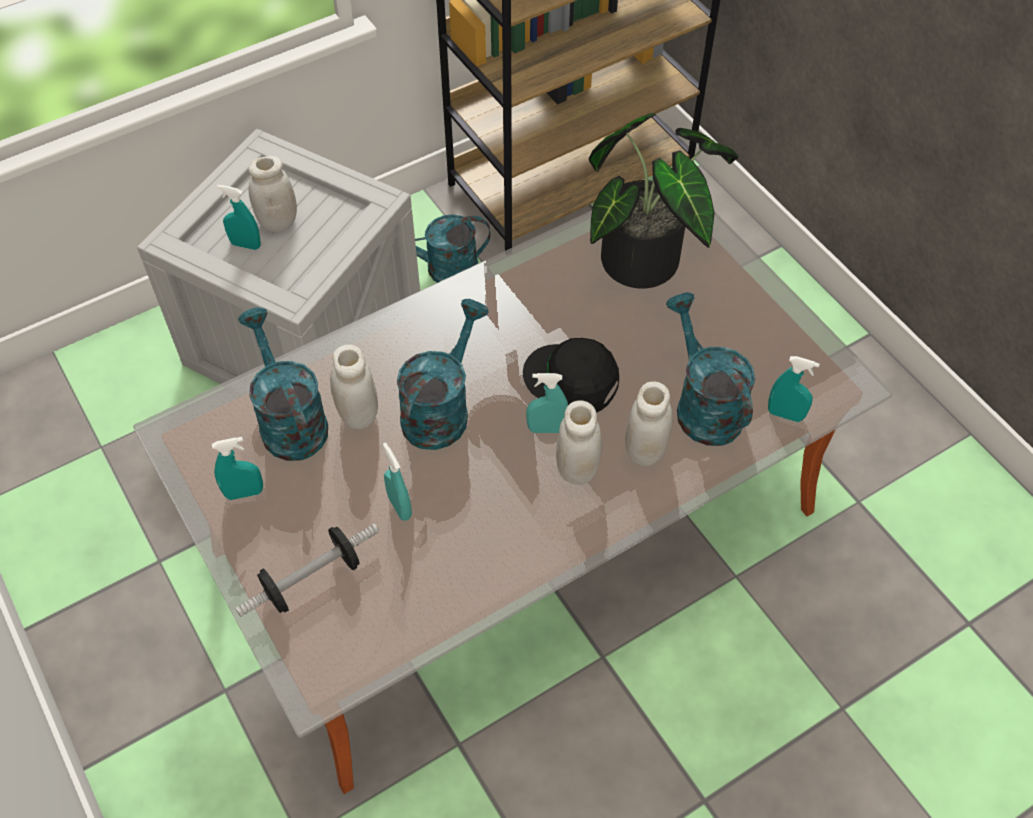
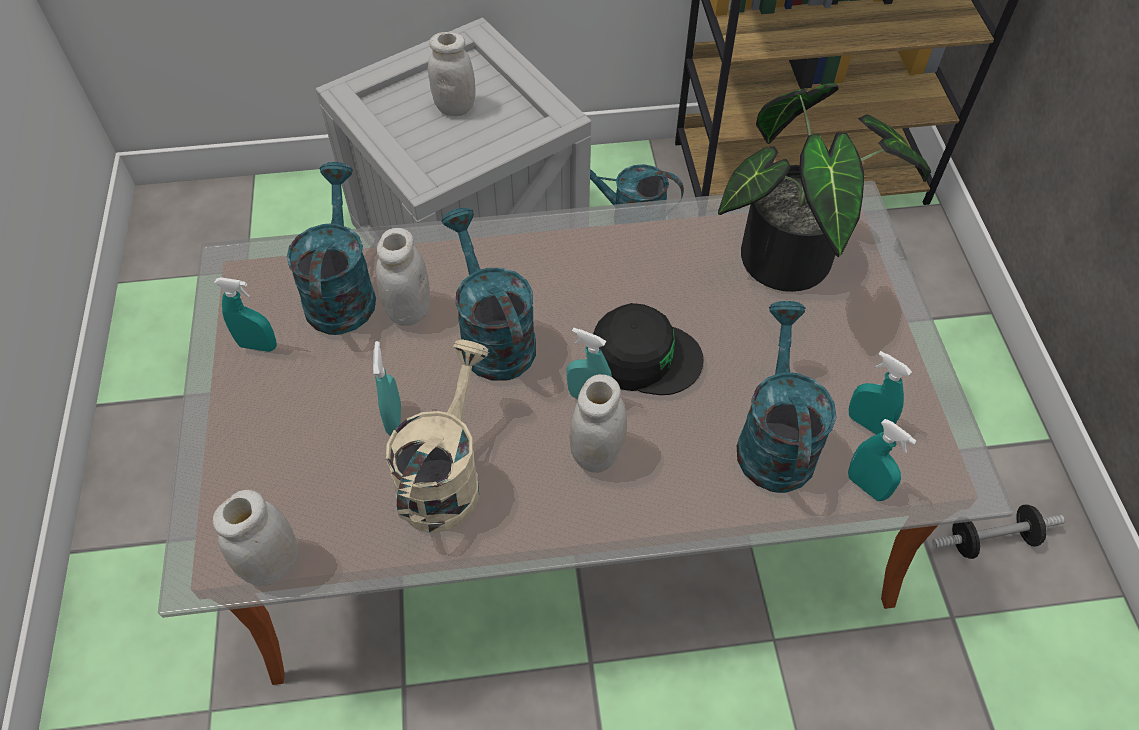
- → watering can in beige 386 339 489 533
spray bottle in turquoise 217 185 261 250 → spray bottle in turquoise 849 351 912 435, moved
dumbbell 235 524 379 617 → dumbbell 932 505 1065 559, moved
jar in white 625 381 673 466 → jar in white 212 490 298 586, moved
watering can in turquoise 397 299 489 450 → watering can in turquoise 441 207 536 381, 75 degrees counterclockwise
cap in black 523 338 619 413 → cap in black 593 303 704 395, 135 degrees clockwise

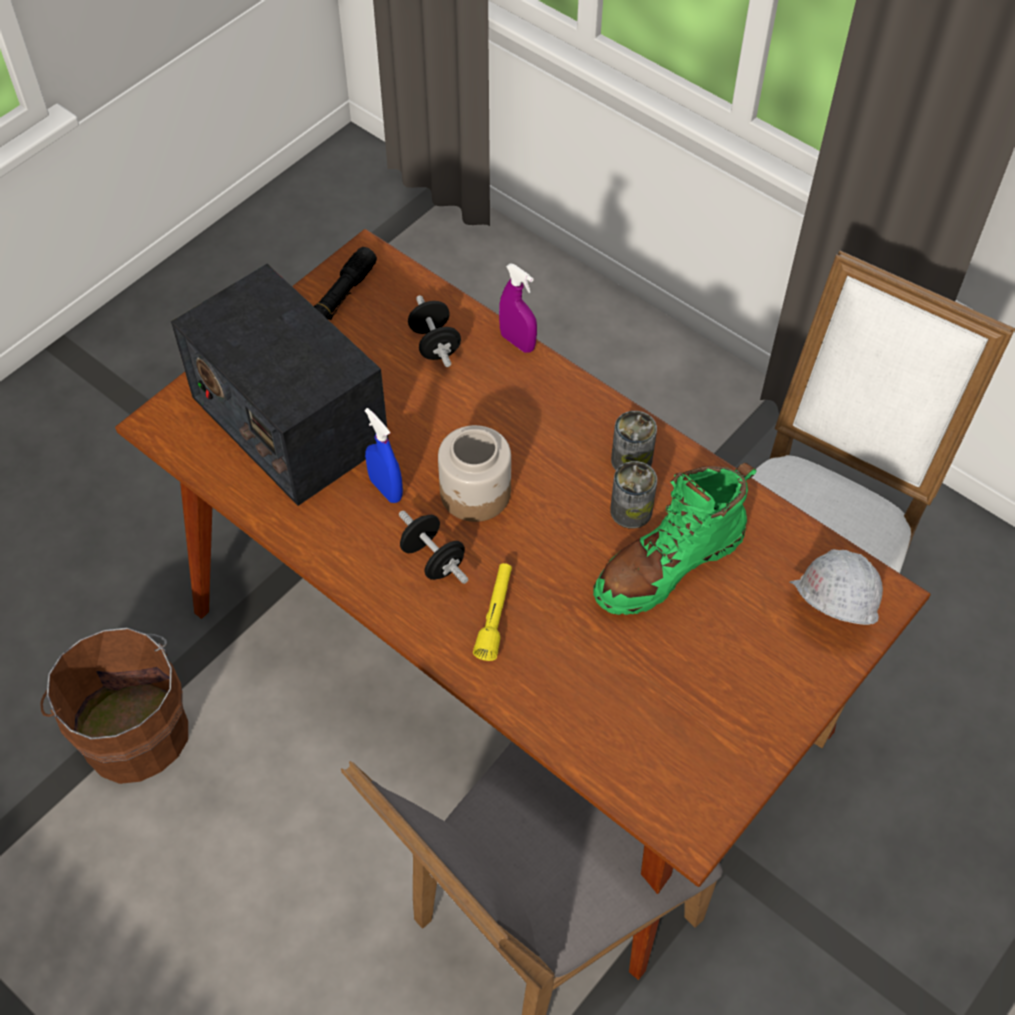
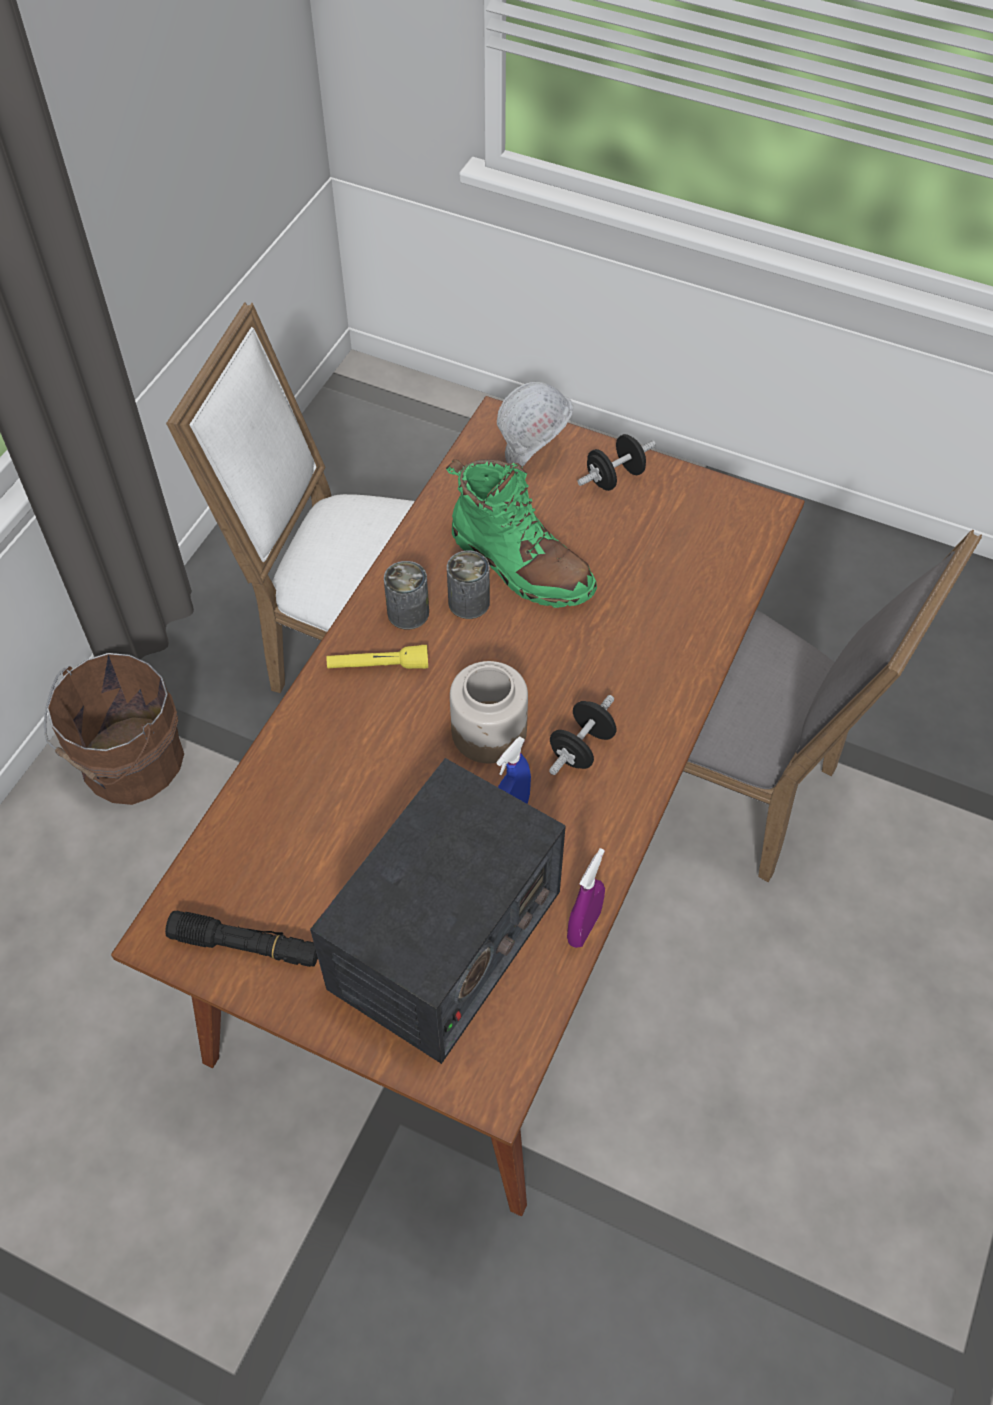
bucket in brown 40 628 188 784 → bucket in brown 44 653 184 805, moved
dumbbell in black 408 295 461 367 → dumbbell in black 577 434 656 491, moved
flashlight in yellow 473 563 512 661 → flashlight in yellow 327 645 428 669, moved
spray bottle in purple 499 263 537 353 → spray bottle in purple 567 848 605 948, moved

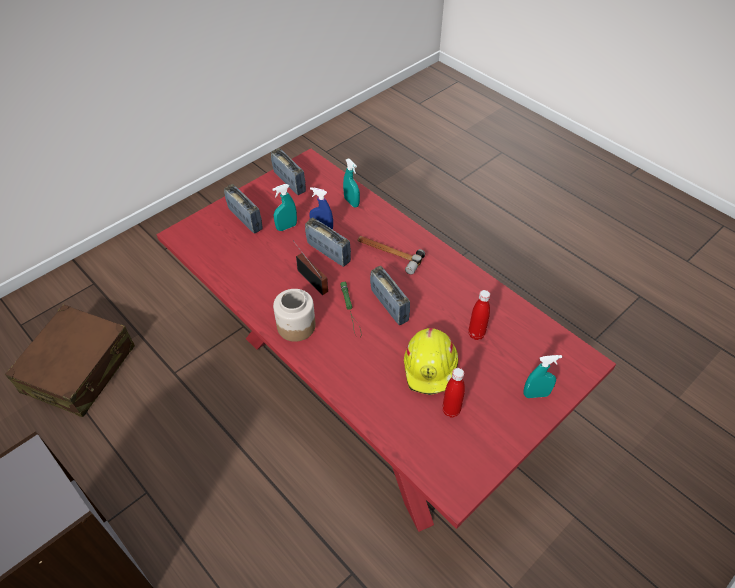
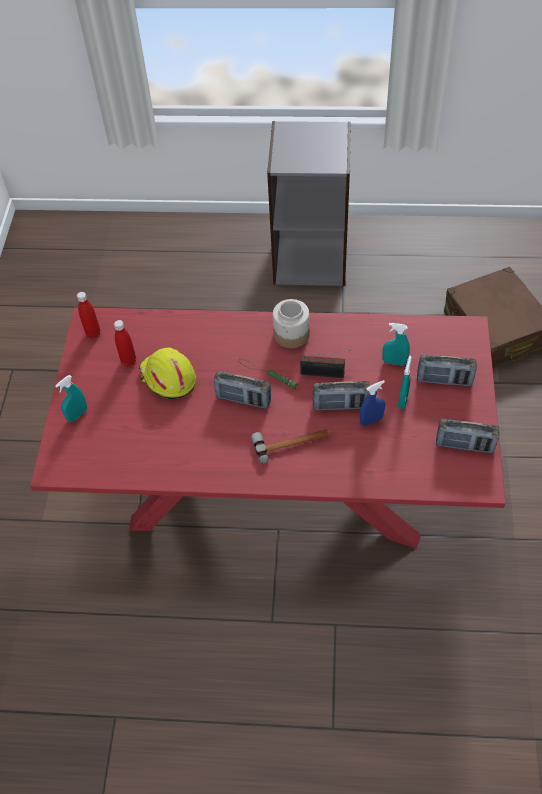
spray bottle in turquoise 343 158 360 207 → spray bottle in turquoise 382 323 410 366, moved
bottle in red 468 290 490 340 → bottle in red 77 292 100 338, moved

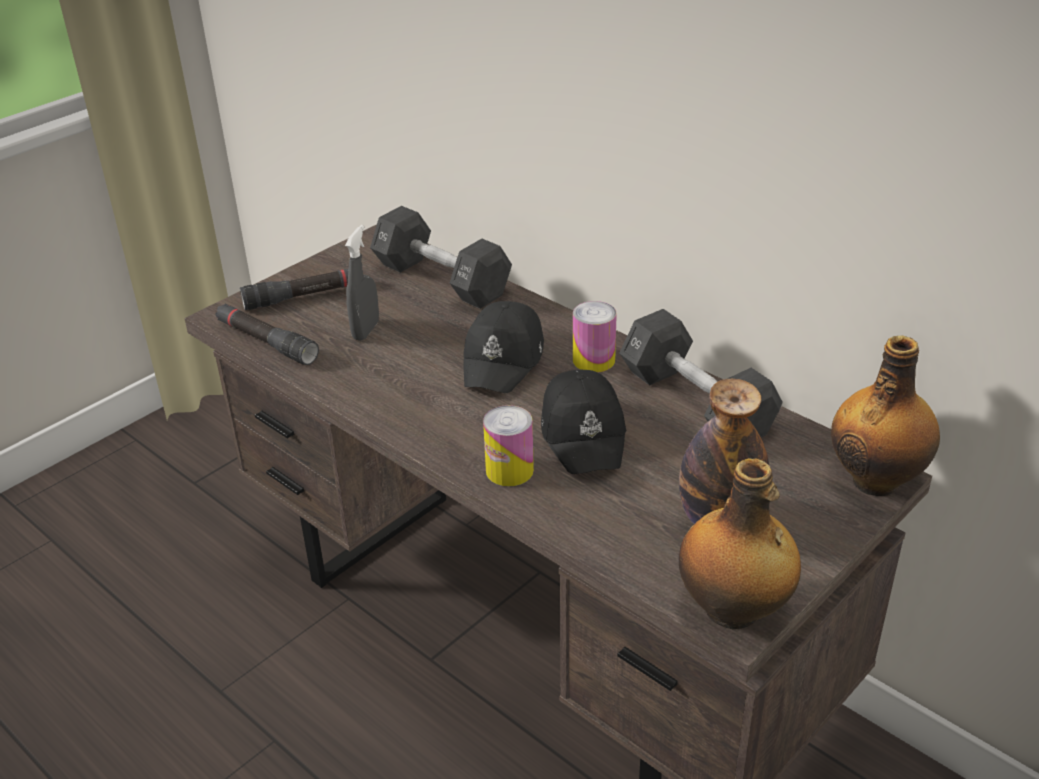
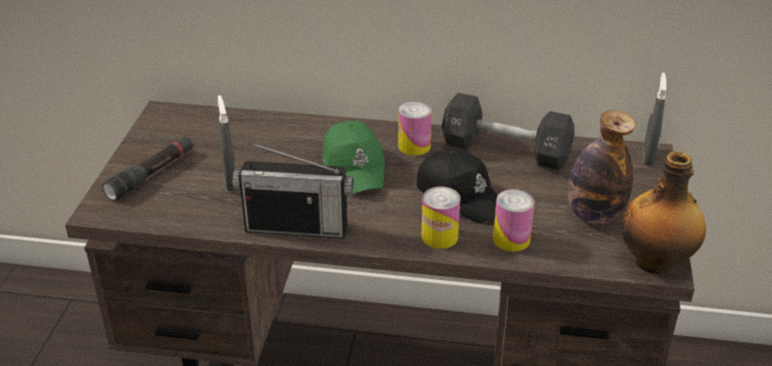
flashlight in black 216 304 319 365 → -
dumbbell in black 370 206 512 309 → -
- → radio 233 142 353 239
- → can 493 189 535 252
bottle 831 335 940 496 → spray bottle in grey 643 73 667 166
cap in black 463 301 544 393 → cap in green 322 121 385 194

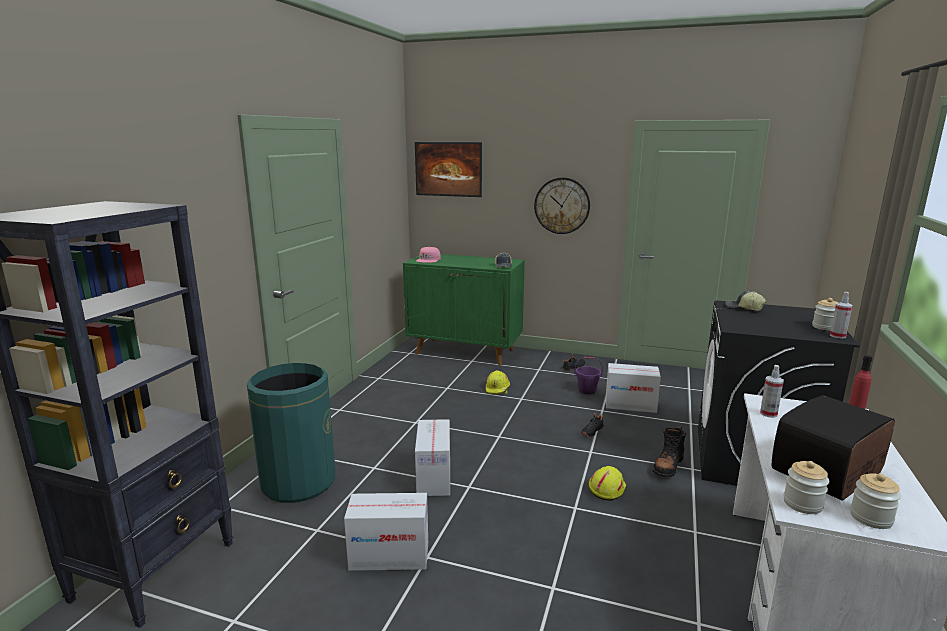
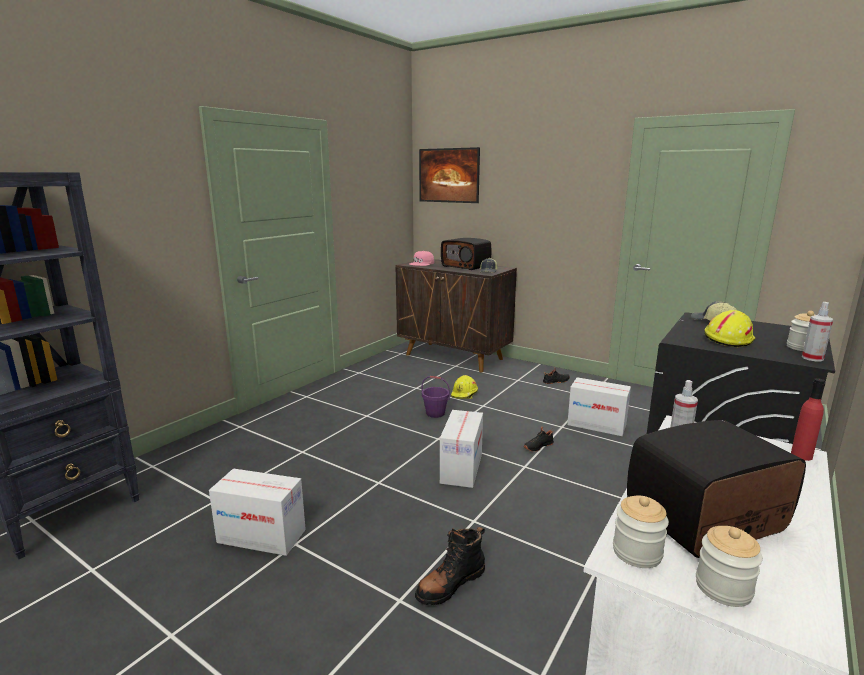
trash can in green 247 363 336 503 → -
wall clock 534 177 590 234 → -
- → radio 441 238 491 270
cardboard box 415 419 450 496 → cardboard box 440 410 483 488, moved
bucket in purple 574 357 603 394 → bucket in purple 422 376 450 418, moved
hard hat in yellow 589 466 626 501 → hard hat in yellow 705 310 756 347, moved
boot in black 653 426 686 477 → boot in black 415 527 485 605, moved
cabinet in green 403 254 525 365 → cabinet in brown 395 259 517 372

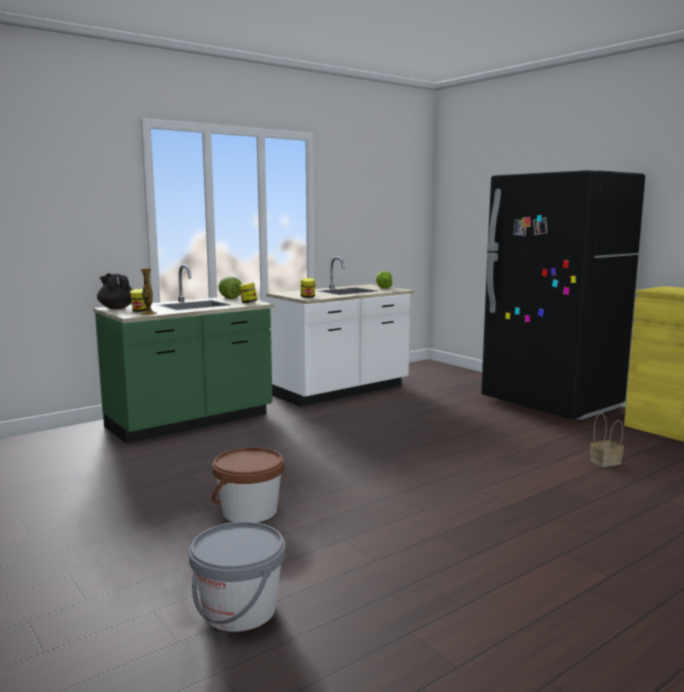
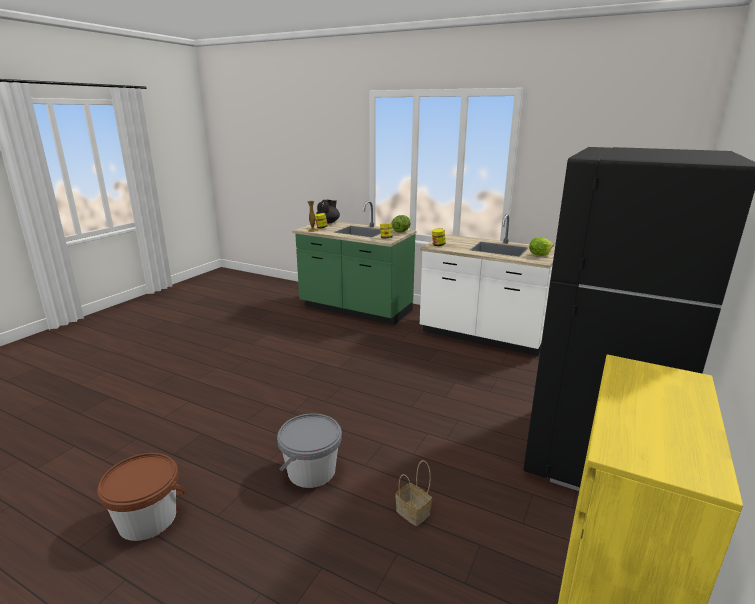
bucket in grey 189 522 286 632 → bucket in grey 277 414 342 488, moved
bucket in brown 212 447 285 523 → bucket in brown 97 453 185 541, moved

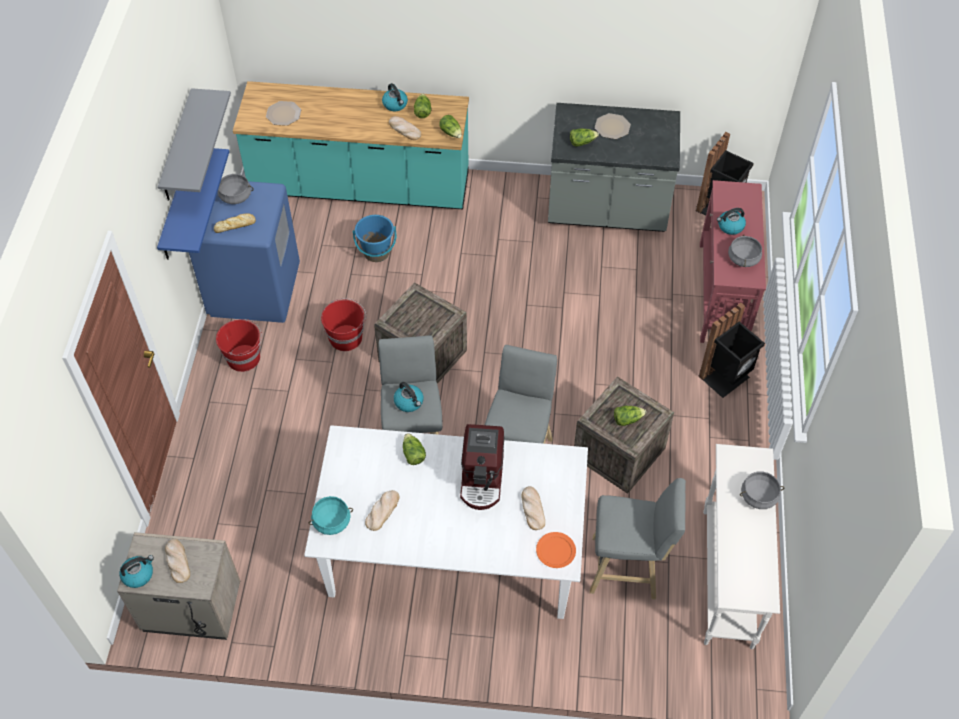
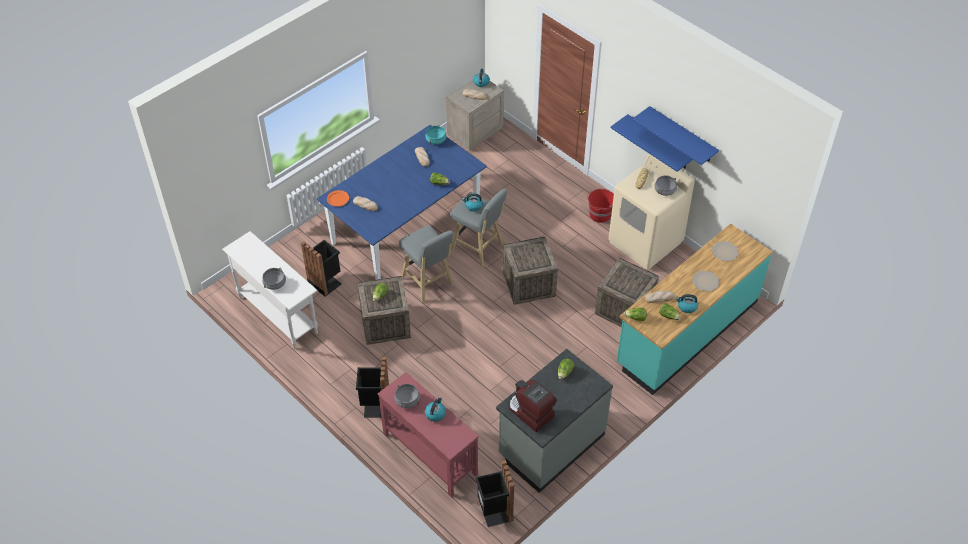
bucket in red 321 298 366 351 → -
coffee machine 460 424 505 510 → coffee machine 509 379 557 432, moved
plate 595 113 631 139 → plate 692 271 719 291, moved
bucket in blue 353 215 396 262 → crate 595 258 659 327
stool in grey 590 478 686 600 → trash can in black 301 240 342 297
shelf in grey 158 88 231 201 → shelf in blue 632 106 719 165
washing machine in blue 189 181 300 323 → washing machine in beige 609 154 695 270
dining table in white 304 425 588 619 → dining table in blue 317 125 487 280

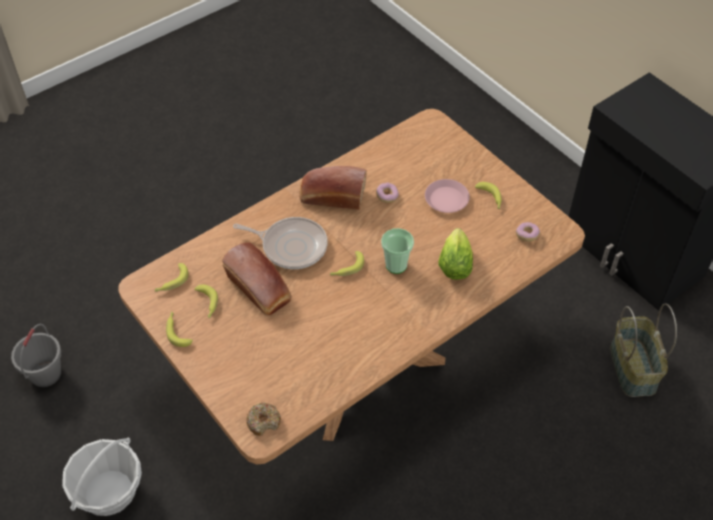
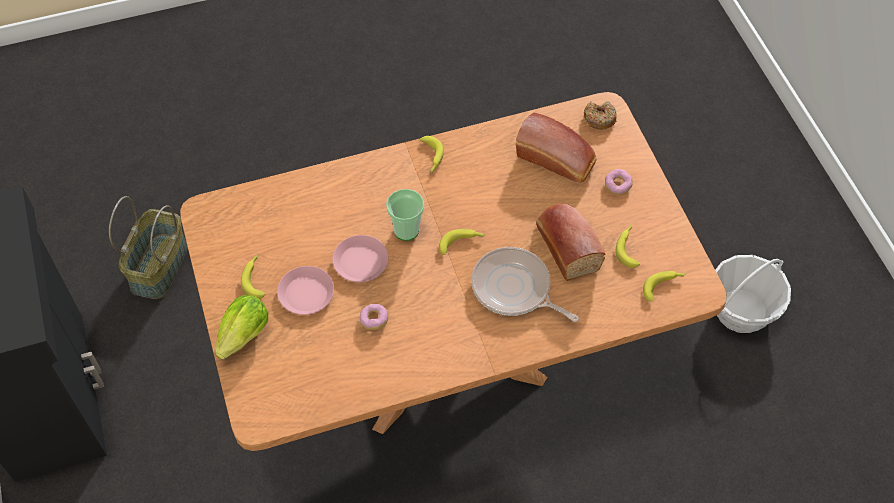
bucket in grey 11 323 61 387 → -
- → plate in pink 332 235 388 282
banana 166 311 193 347 → banana 420 136 444 173, moved
bread 300 166 367 210 → bread 516 113 596 183, moved
lettuce 438 228 473 280 → lettuce 215 295 268 359, moved
donut 516 222 540 242 → donut 605 169 632 195, moved

